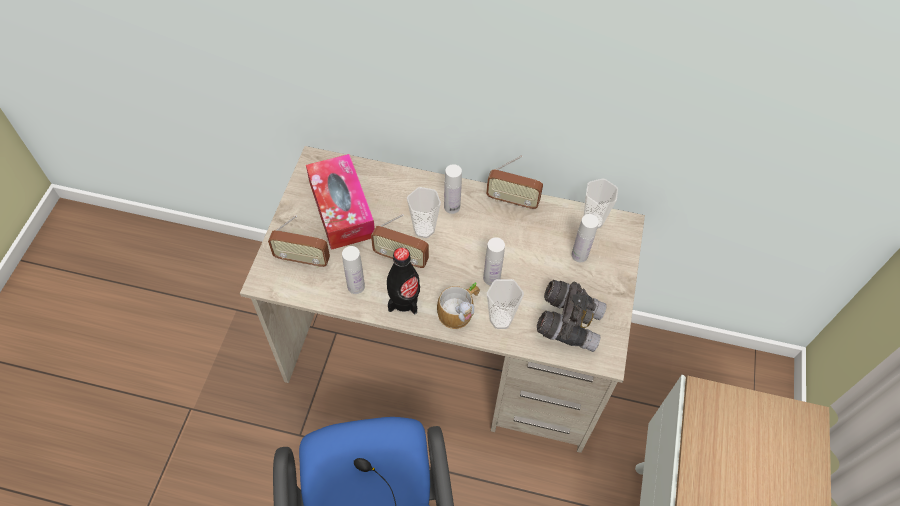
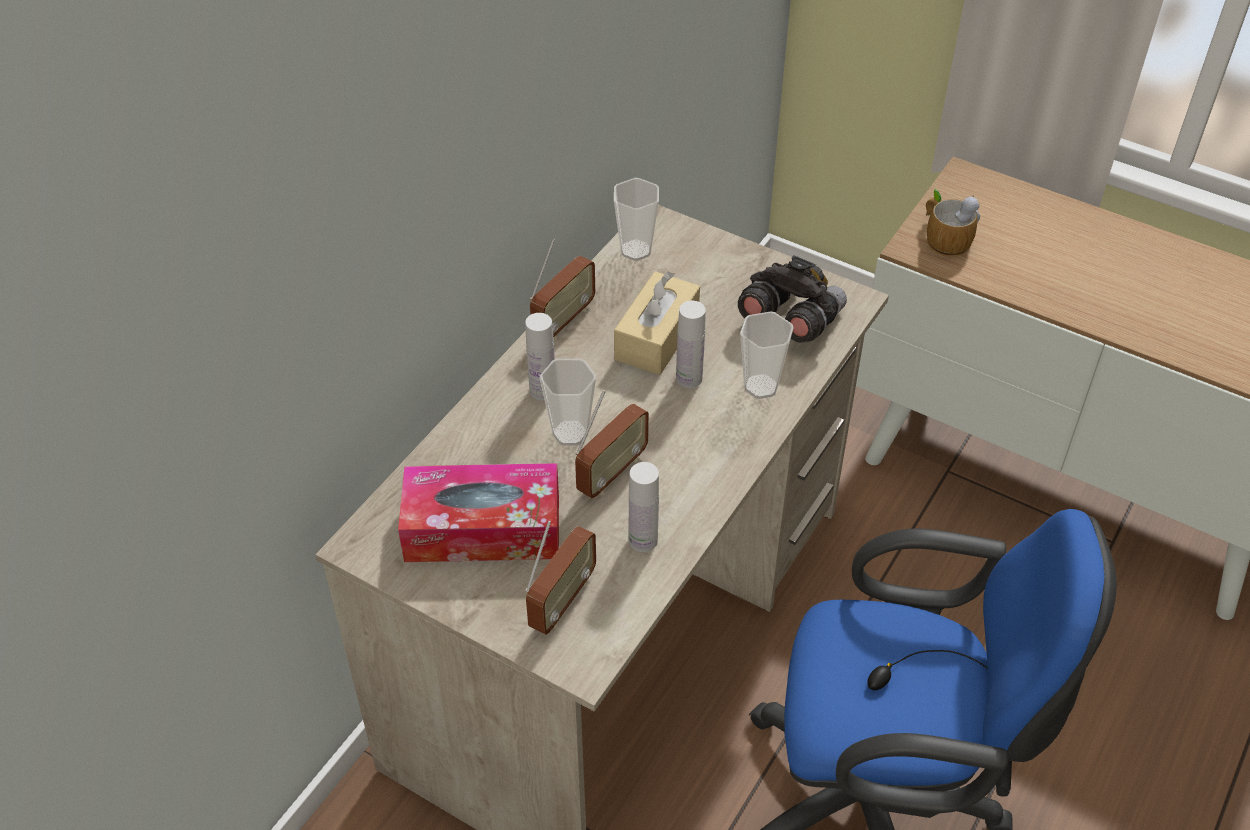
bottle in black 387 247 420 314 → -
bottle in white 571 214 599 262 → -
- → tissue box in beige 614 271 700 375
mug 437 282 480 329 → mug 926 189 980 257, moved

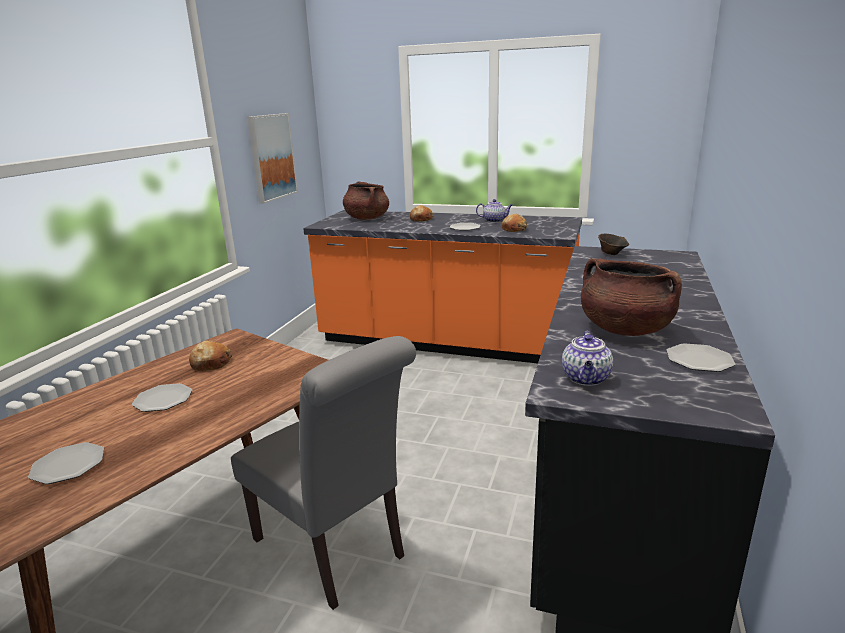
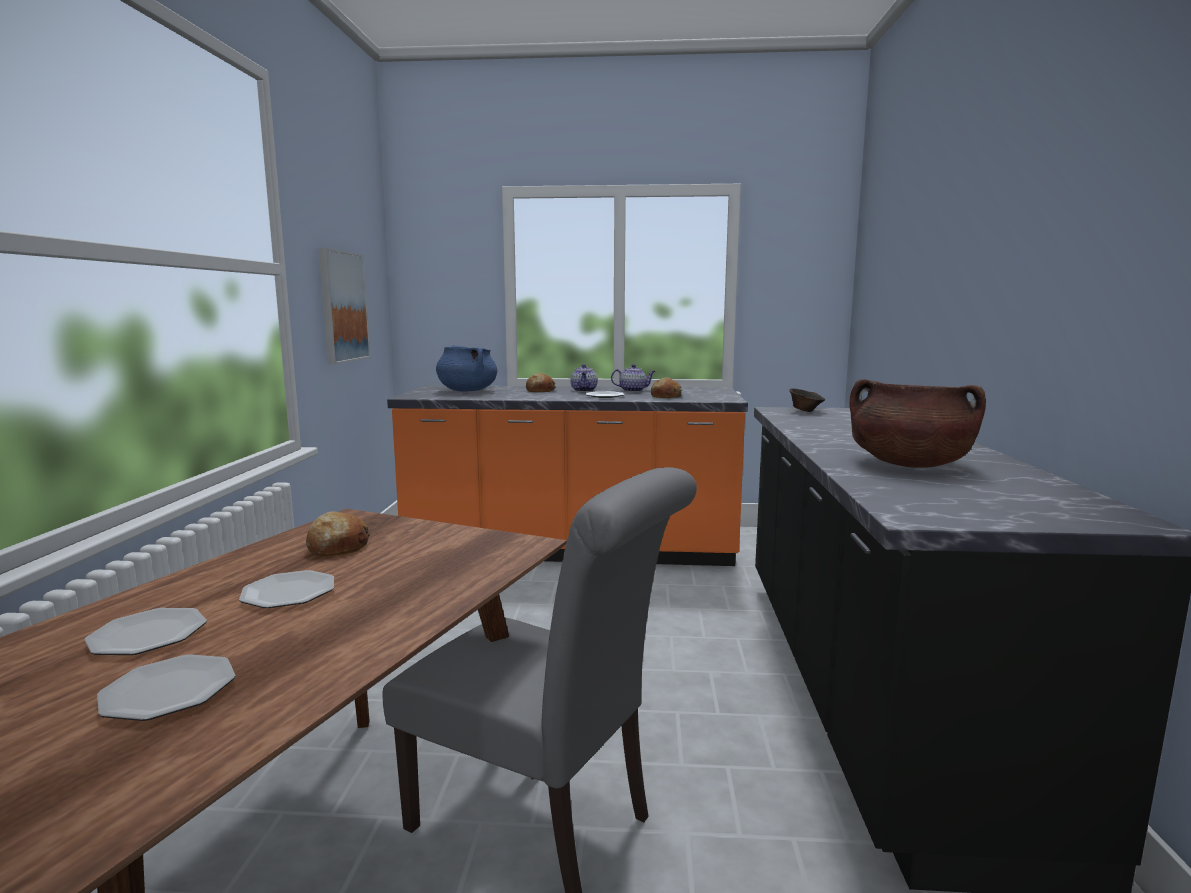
teapot 562 331 613 386 → teapot 570 364 598 392, moved
plate 667 343 736 372 → plate 84 608 207 655, moved
cooking pot in brown 343 181 389 220 → cooking pot in blue 436 345 497 392

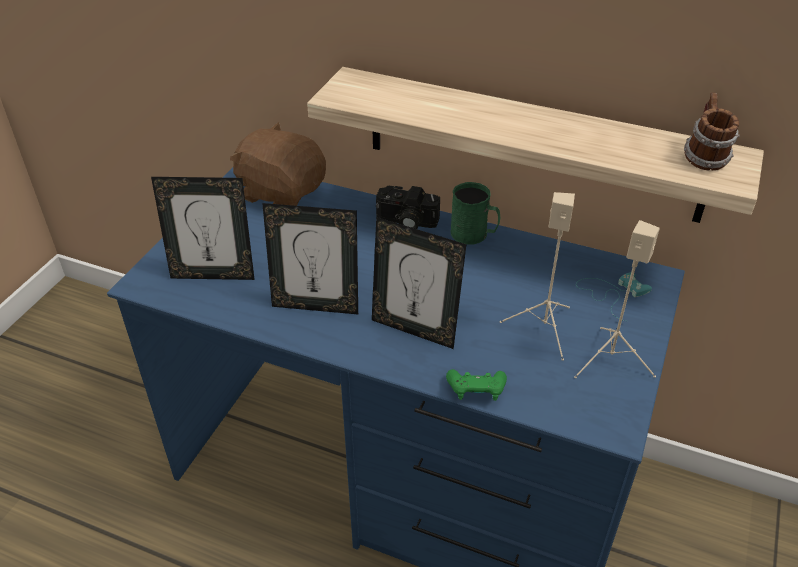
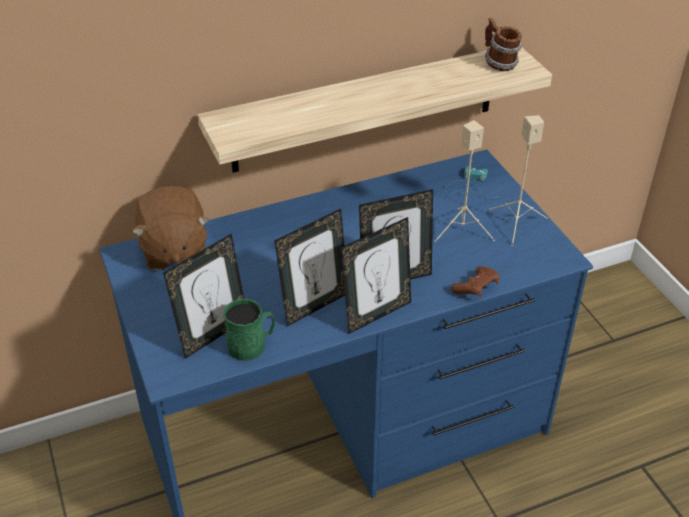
photo camera 376 186 440 229 → -
- → picture frame 341 217 411 334
mug in green 450 182 500 245 → mug in green 223 299 275 361, moved
game controller in green 446 369 507 401 → game controller in brown 451 266 499 297
plush toy in brown 230 122 326 206 → plush toy in brown 132 186 209 270, 90 degrees counterclockwise

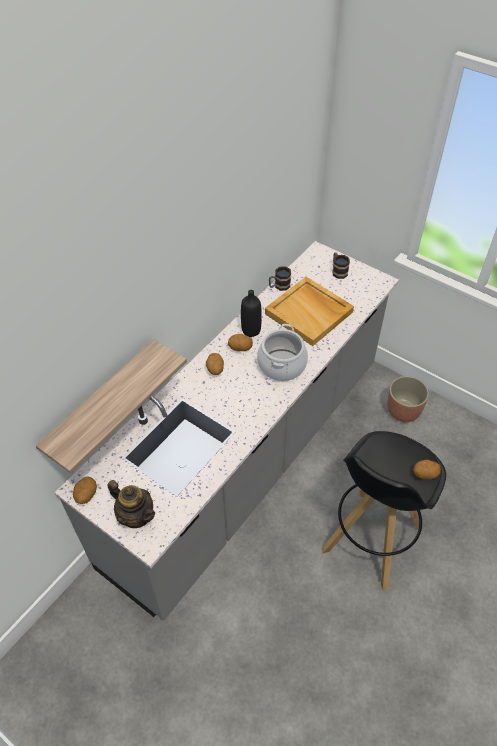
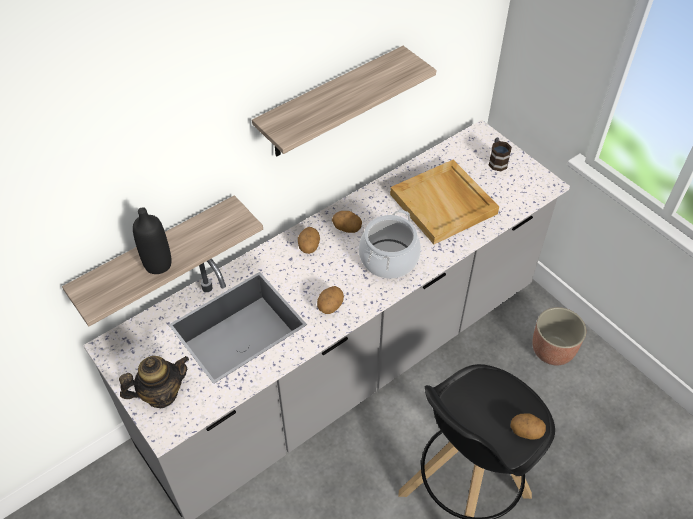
mug 269 266 291 291 → -
- → shelf 252 46 436 157
potato 73 476 97 504 → potato 317 286 344 314, moved
bottle in black 241 290 262 337 → bottle in black 133 207 172 274, moved
teapot 108 480 155 528 → teapot 119 356 189 408, 75 degrees counterclockwise

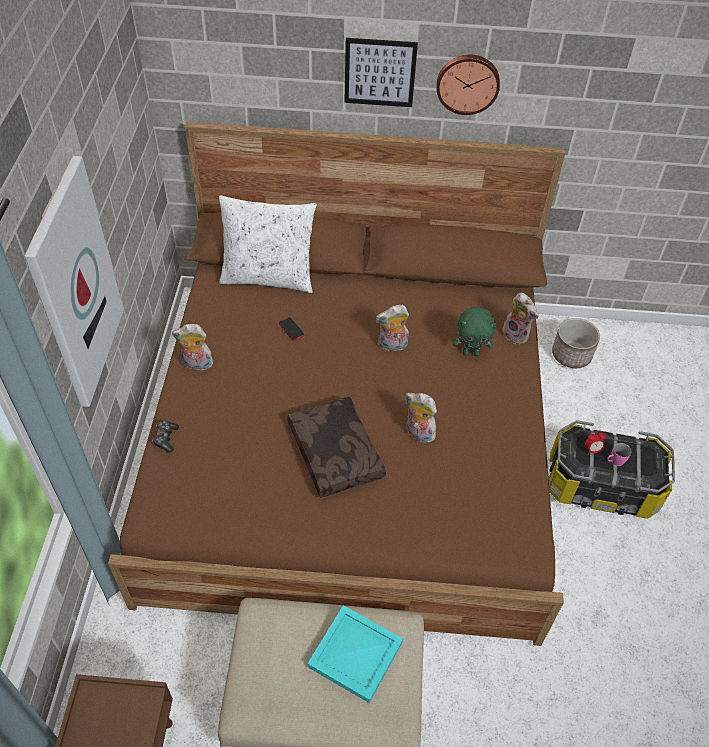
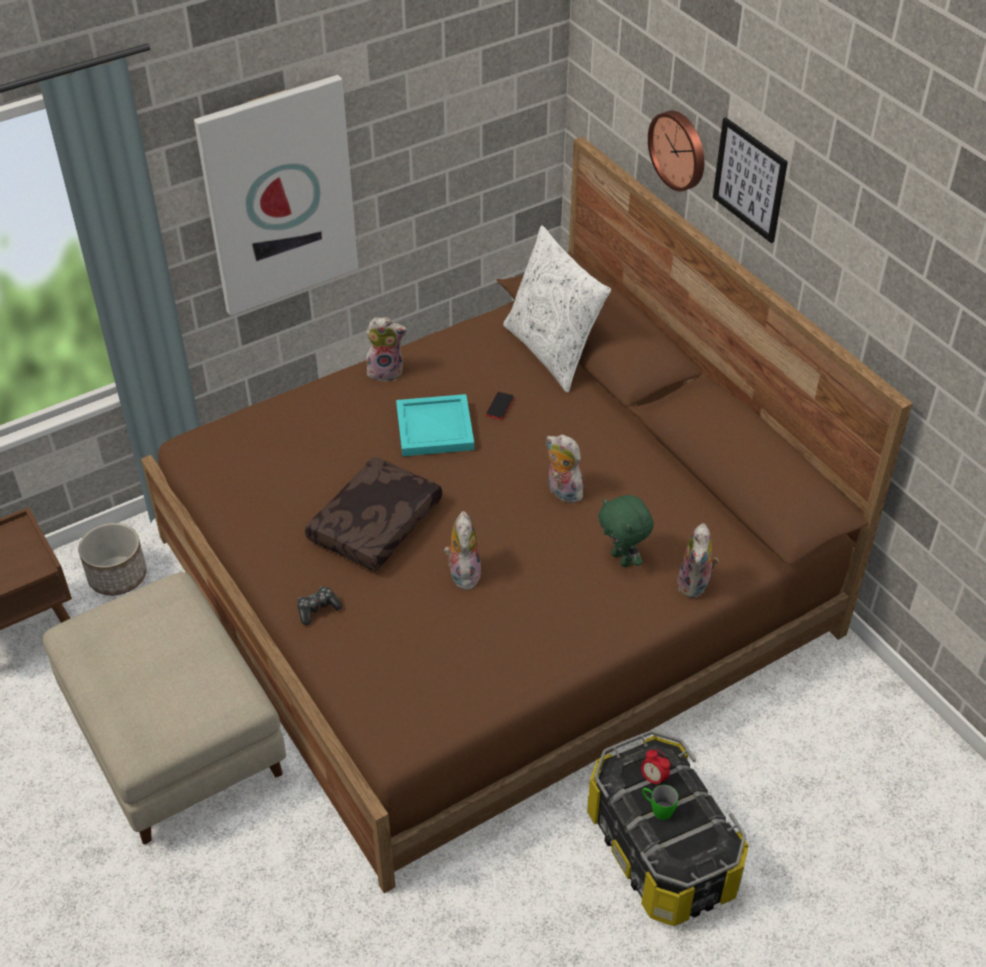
game controller 152 420 179 453 → game controller 297 587 342 625, moved
tray in turquoise 308 605 403 703 → tray in turquoise 396 394 474 456, moved
wall clock 437 55 500 115 → wall clock 648 111 704 192, moved
planter 552 318 600 368 → planter 78 523 147 596, moved
mug in pink 607 443 631 466 → mug in green 642 785 678 820
plush toy 172 324 215 371 → plush toy 366 317 407 382, 120 degrees clockwise

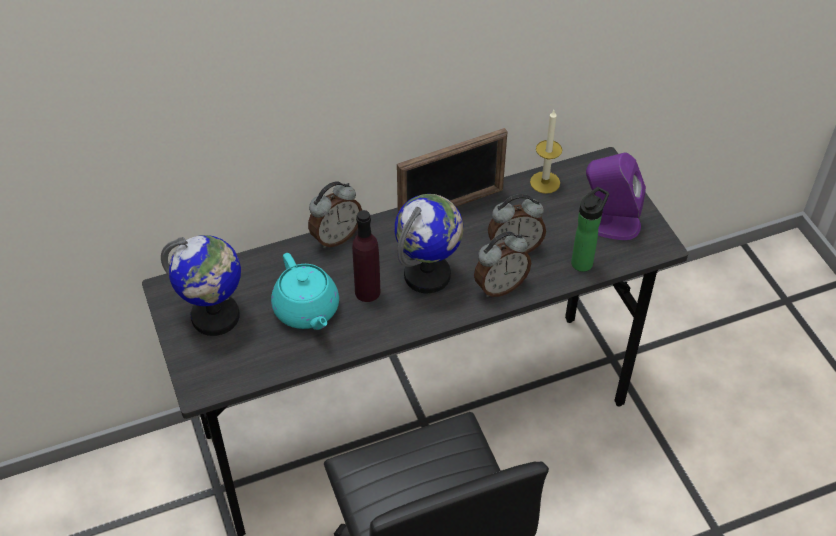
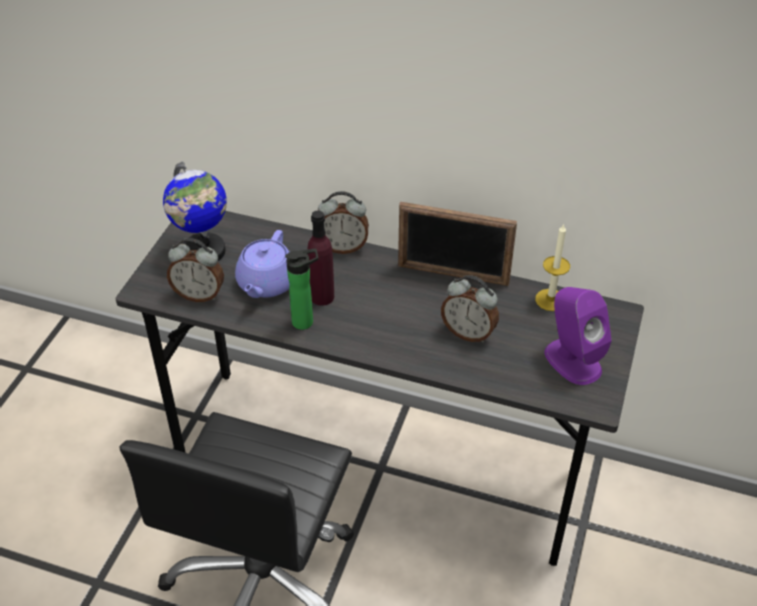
globe 395 194 463 294 → -
alarm clock 474 232 531 297 → alarm clock 167 238 224 302, moved
bottle 571 187 609 272 → bottle 285 249 318 330, moved
teapot in turquoise 271 253 339 330 → teapot in purple 235 230 290 298

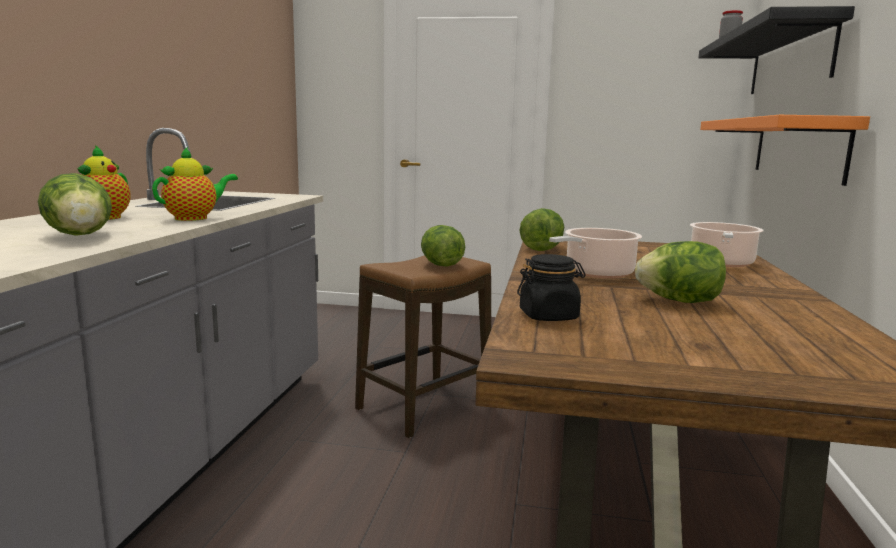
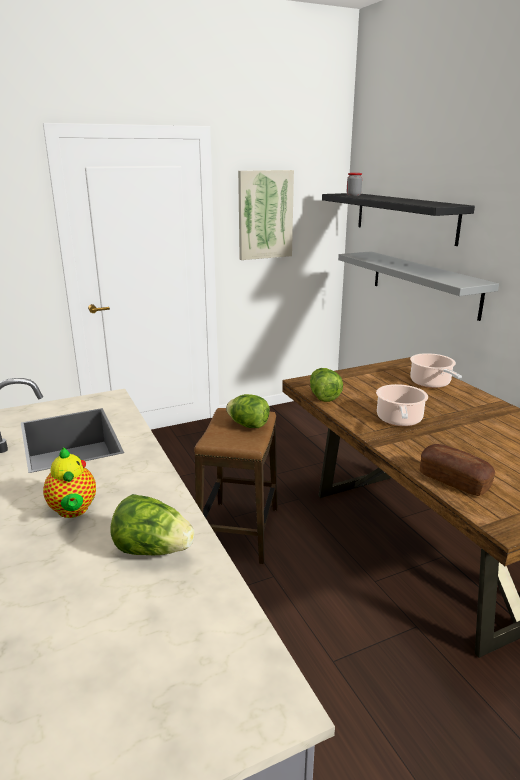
teapot 152 147 238 221 → -
lettuce 635 241 726 303 → -
- → picture 238 170 294 260
jar in black 517 254 586 321 → bread 420 444 495 496
shelf in orange 700 115 870 186 → shelf in grey 338 251 499 321

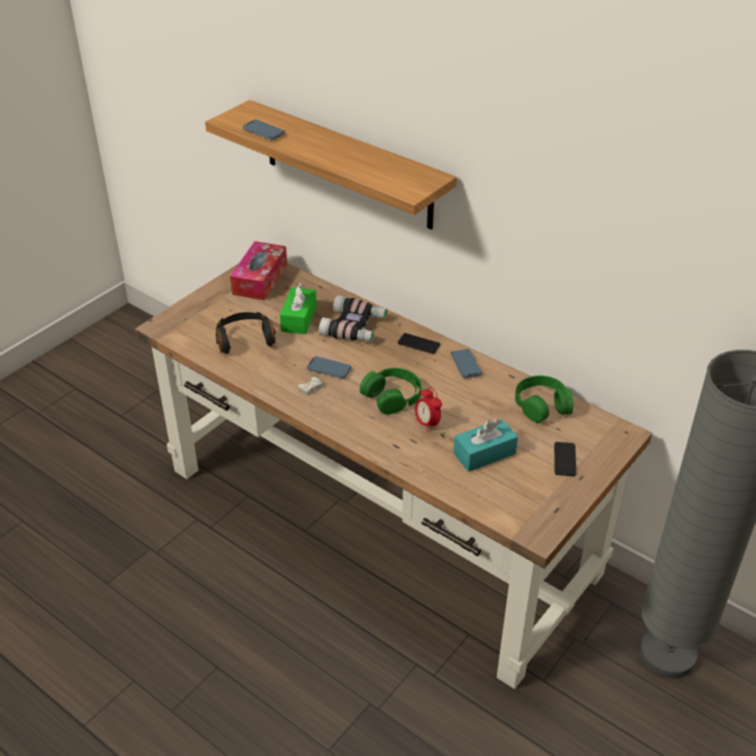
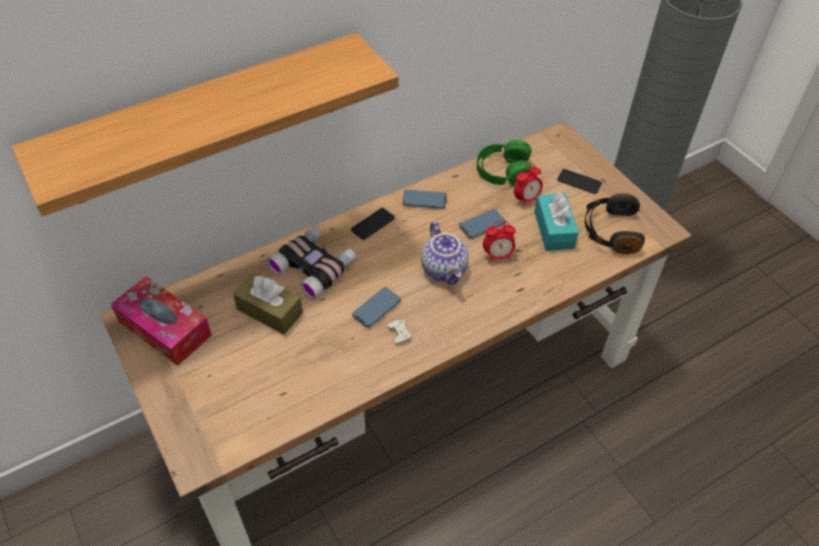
- → alarm clock 514 164 543 207
headphones in black 216 312 276 354 → headphones in black 585 193 645 254, moved
phone 243 120 285 140 → phone 459 209 506 239, moved
headphones in green 360 368 422 414 → teapot 421 222 469 285
tissue box in green 280 283 317 334 → tissue box in brown 233 273 303 334

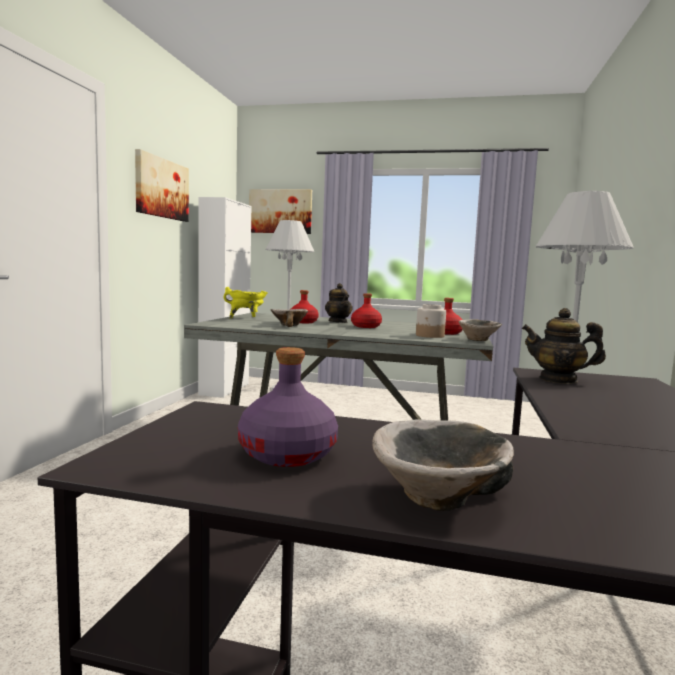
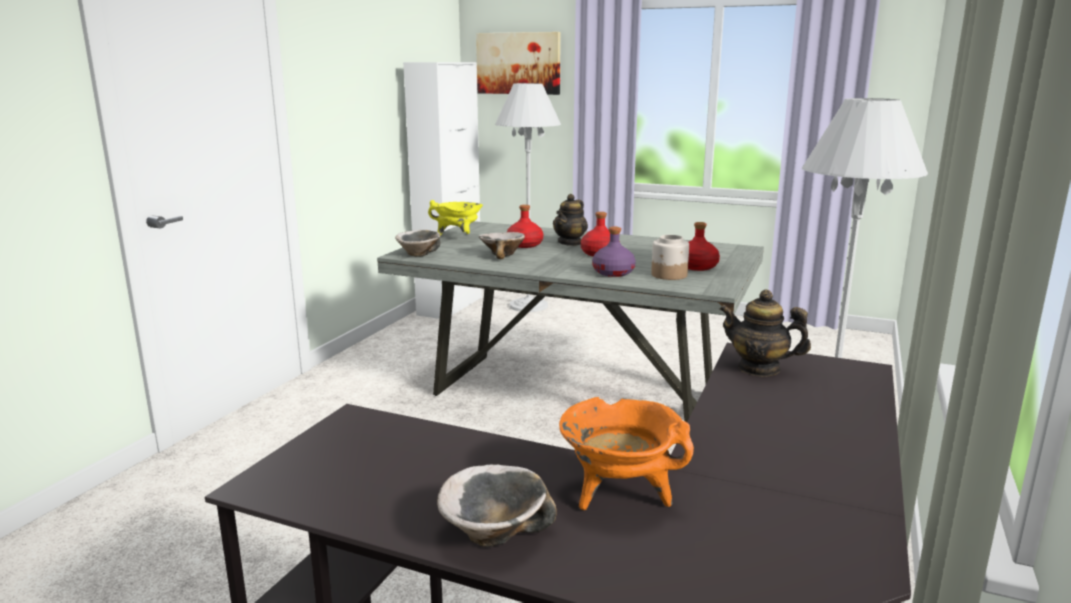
picture 135 149 189 222 → -
- → cooking pot in orange 559 397 694 510
bottle in purple 238 347 338 467 → bottle in purple 592 227 636 277, moved
bowl 458 319 502 341 → bowl 395 230 441 256, moved
teapot 325 283 353 323 → teapot 553 194 588 246, 45 degrees clockwise

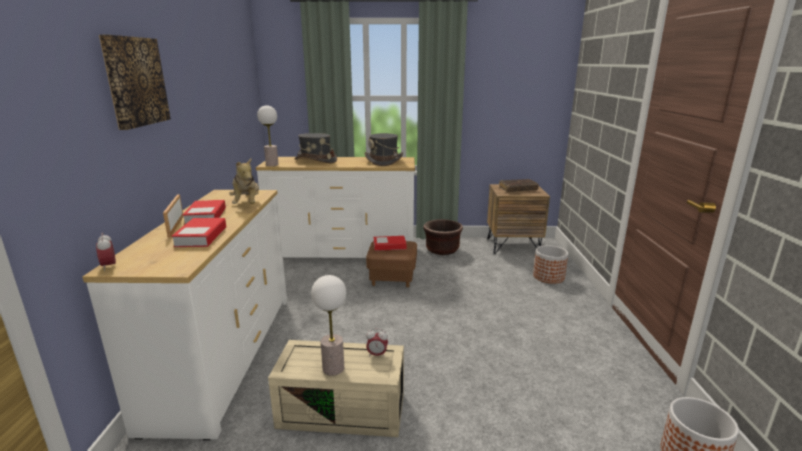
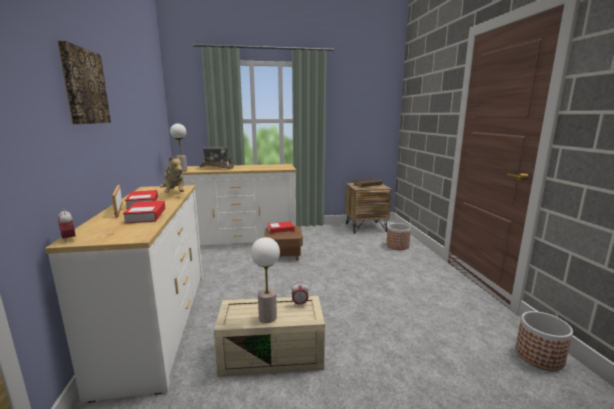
hat in grey 365 133 403 166 → -
planter in brown 423 219 463 255 → -

